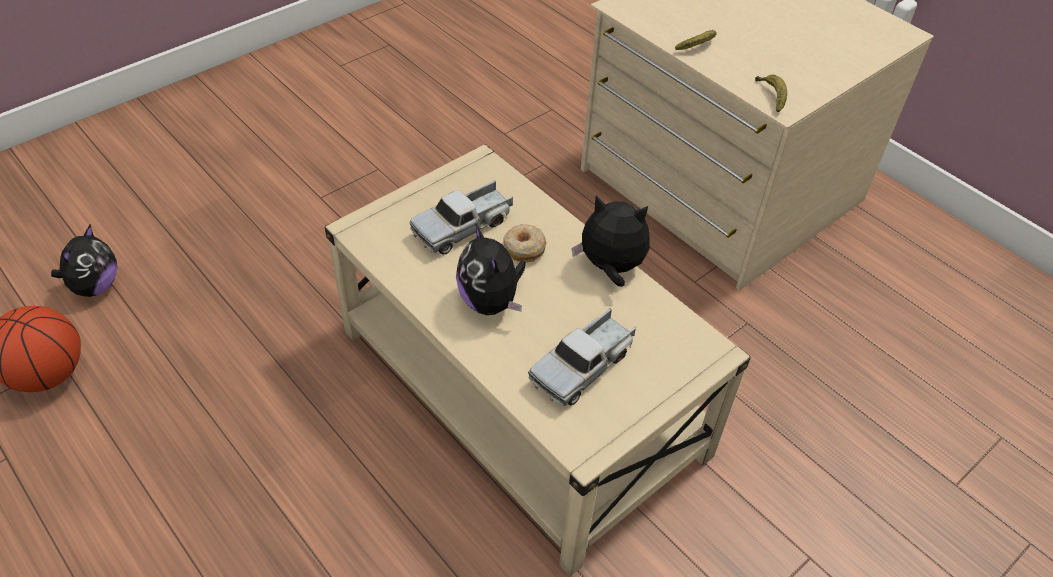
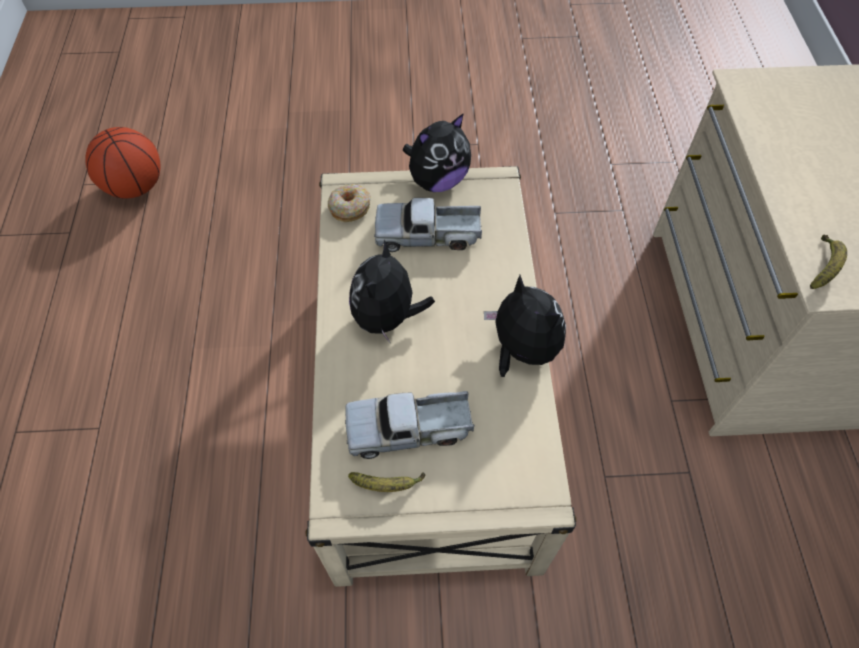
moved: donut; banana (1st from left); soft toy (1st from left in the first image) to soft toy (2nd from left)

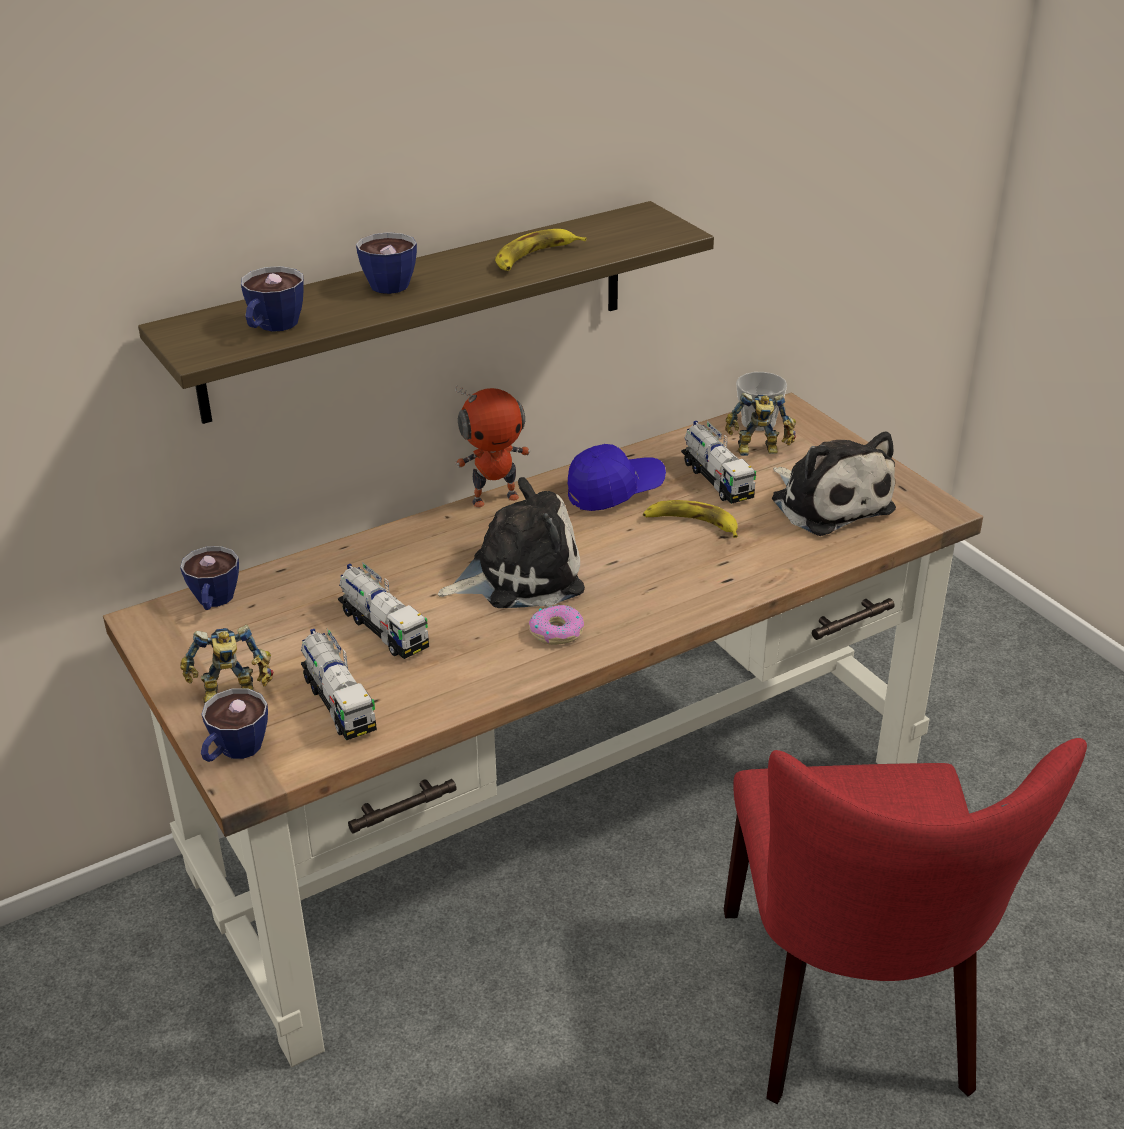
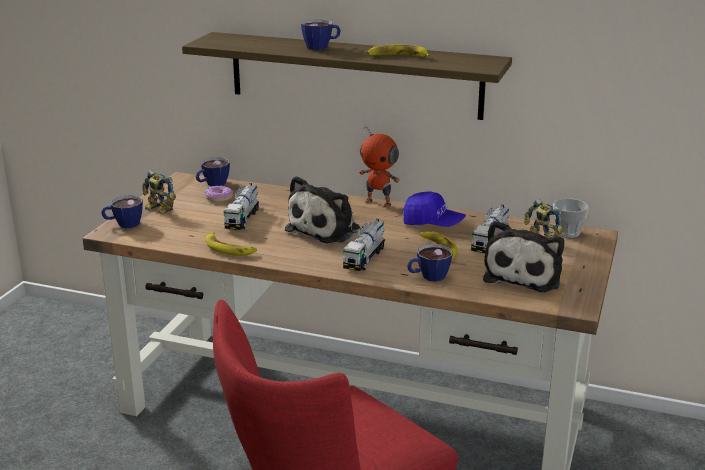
added: banana (1st from left)
moved: donut; toy lorry (1st from left in the first image) to toy lorry (2nd from left); drinking cup (3rd from left in the first image) to drinking cup (4th from left)
turned: soft toy (1st from left) 90 degrees clockwise

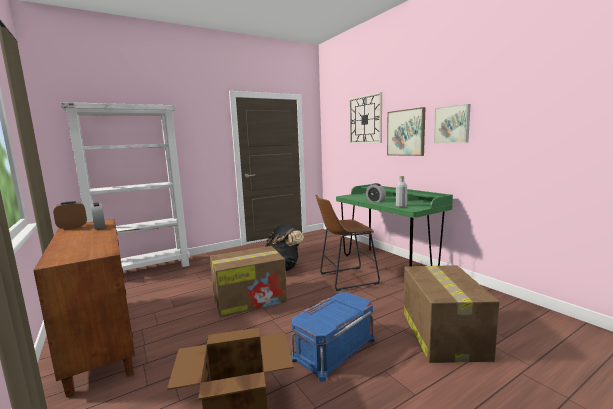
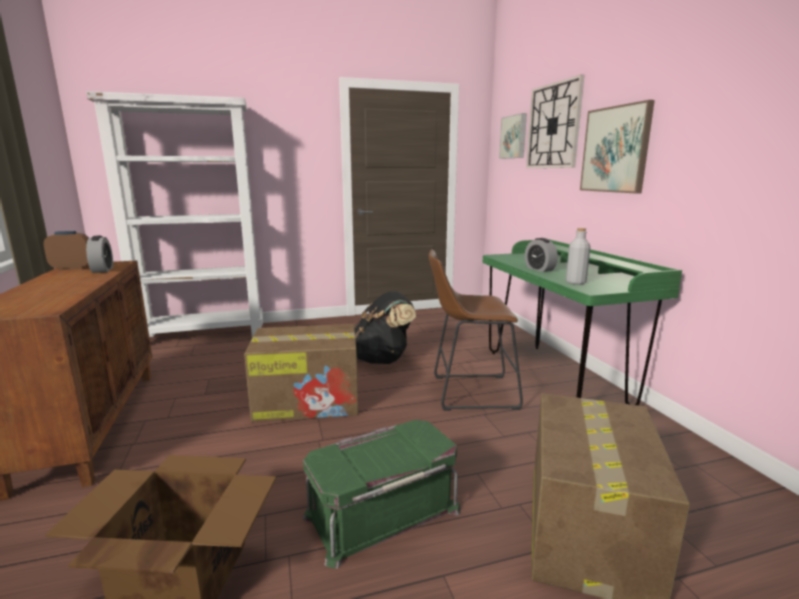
moved: wall art (2nd from left in the first image) to wall art (1st from left)
recoloured: bluish storage container to green-coloured storage container

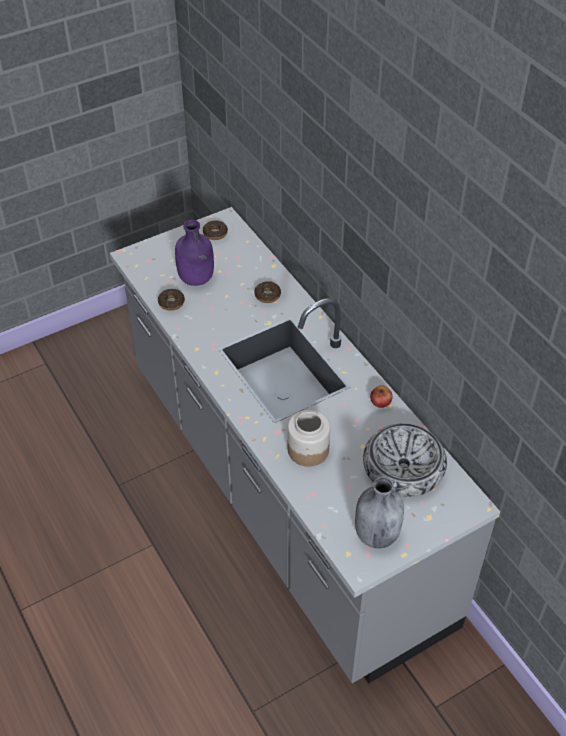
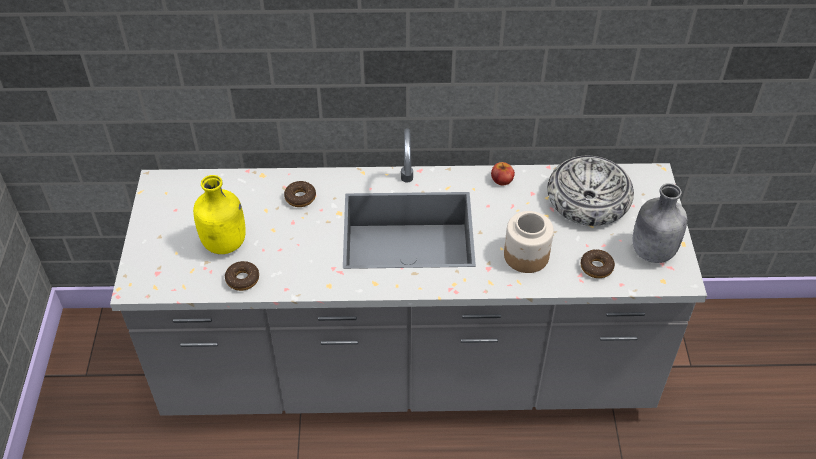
moved: donut (2nd from left in the first image) to donut (3rd from left)
recoloured: purple drink bottle to yellow-coloured drink bottle

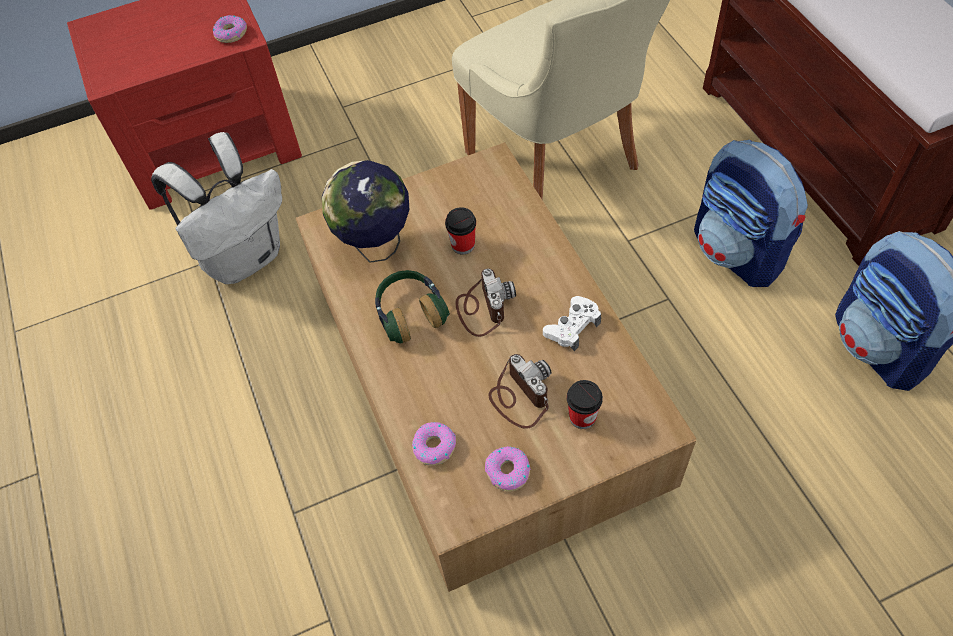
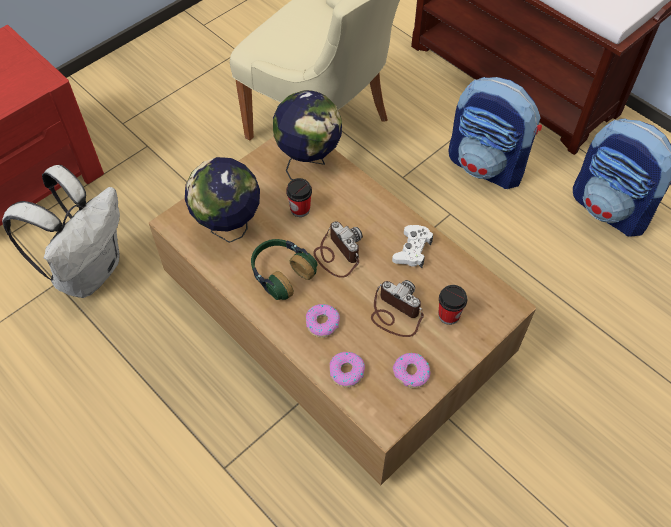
added: desk globe (2nd from left)
moved: donut (1st from left)

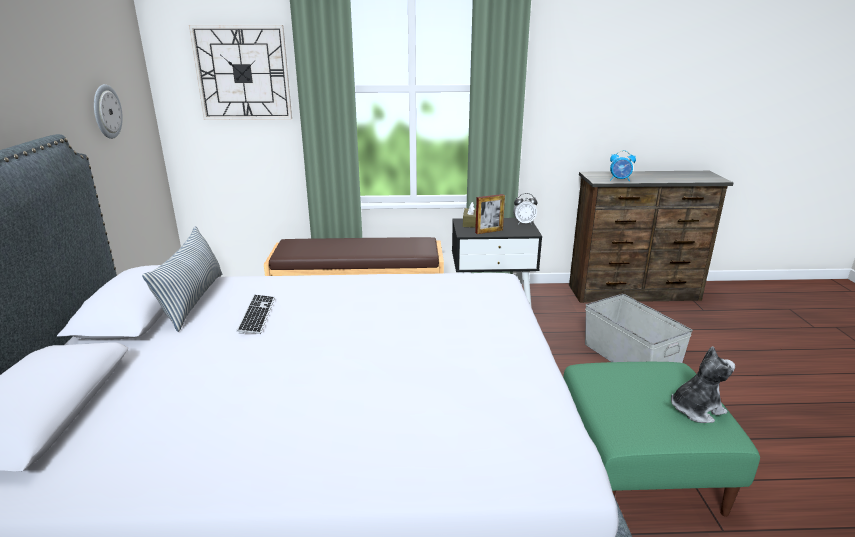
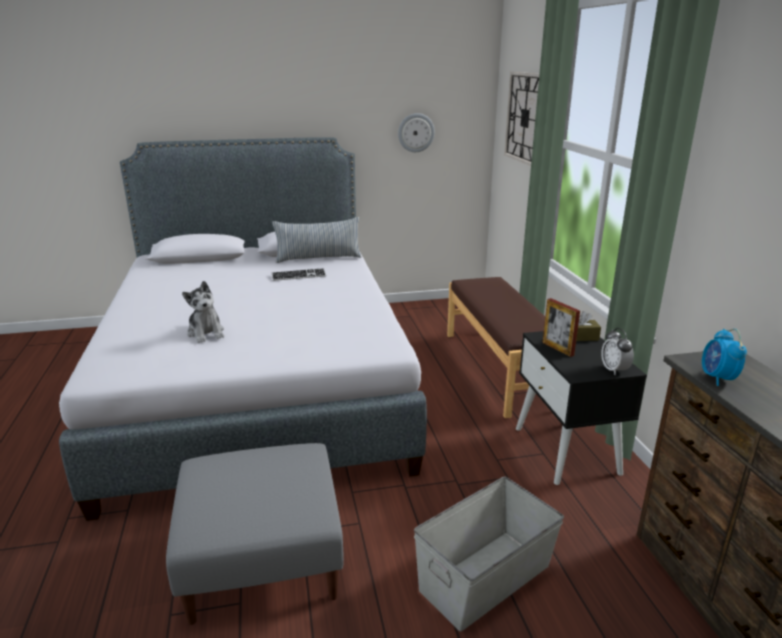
moved: soft toy
recoloured: green-coloured footrest to gray footrest

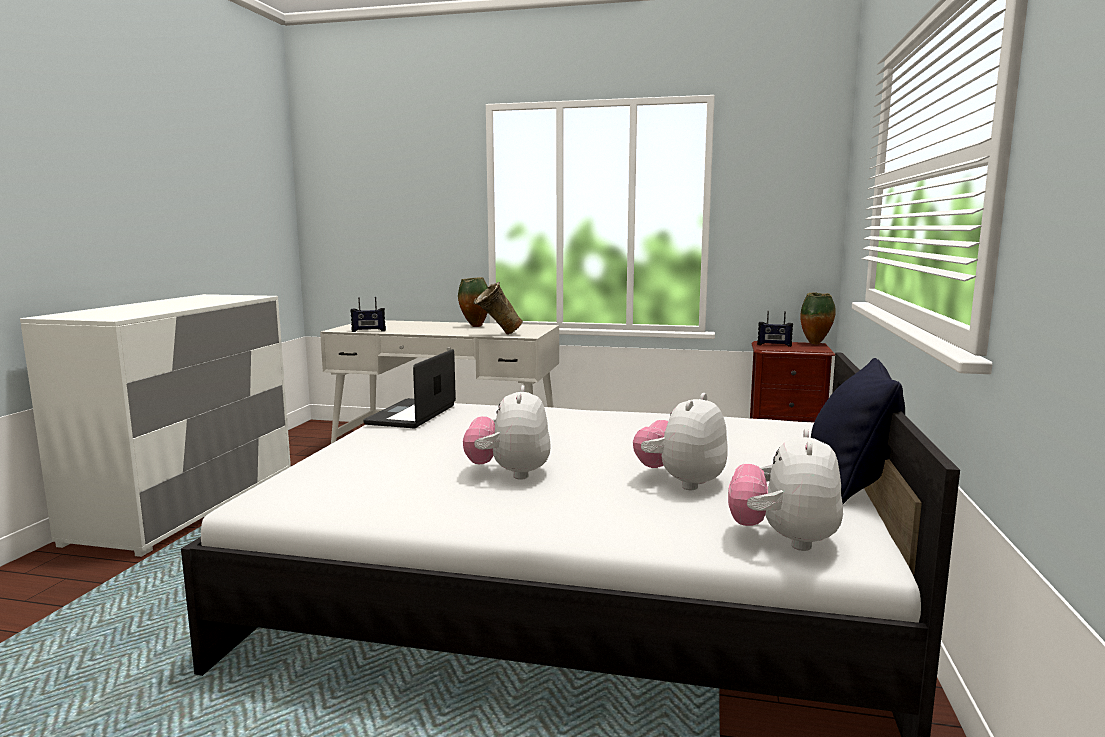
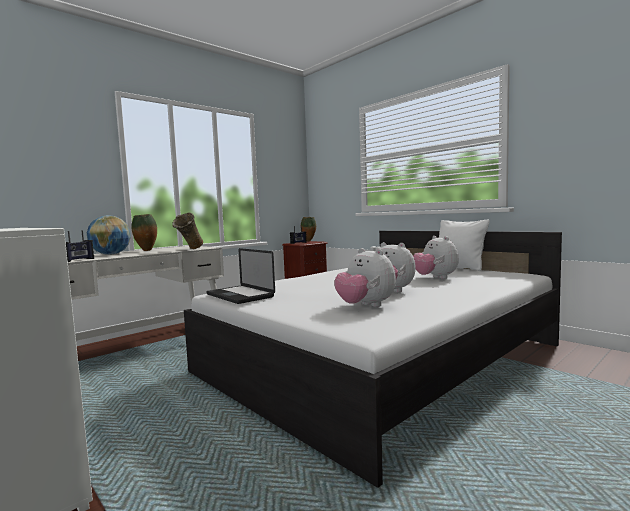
added: desk globe
moved: soft toy (3rd from left in the first image) to soft toy (1st from left)
recoloured: blackish cushion to white-coloured cushion

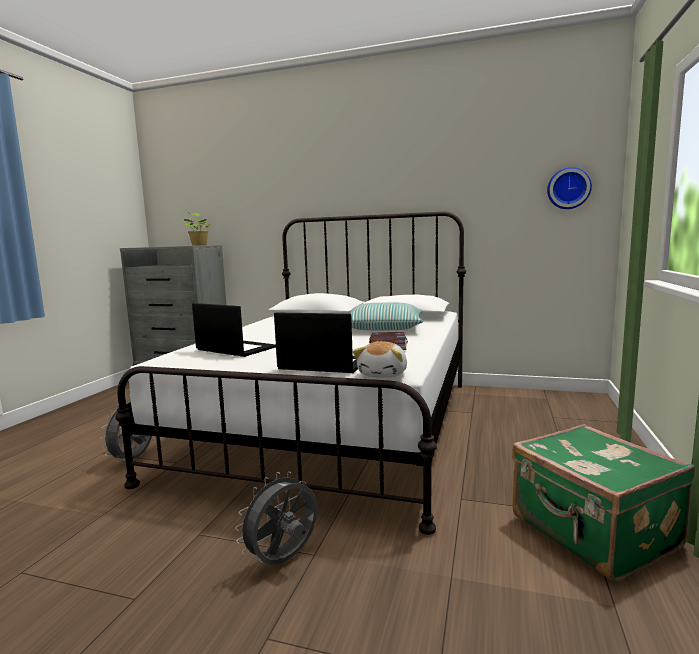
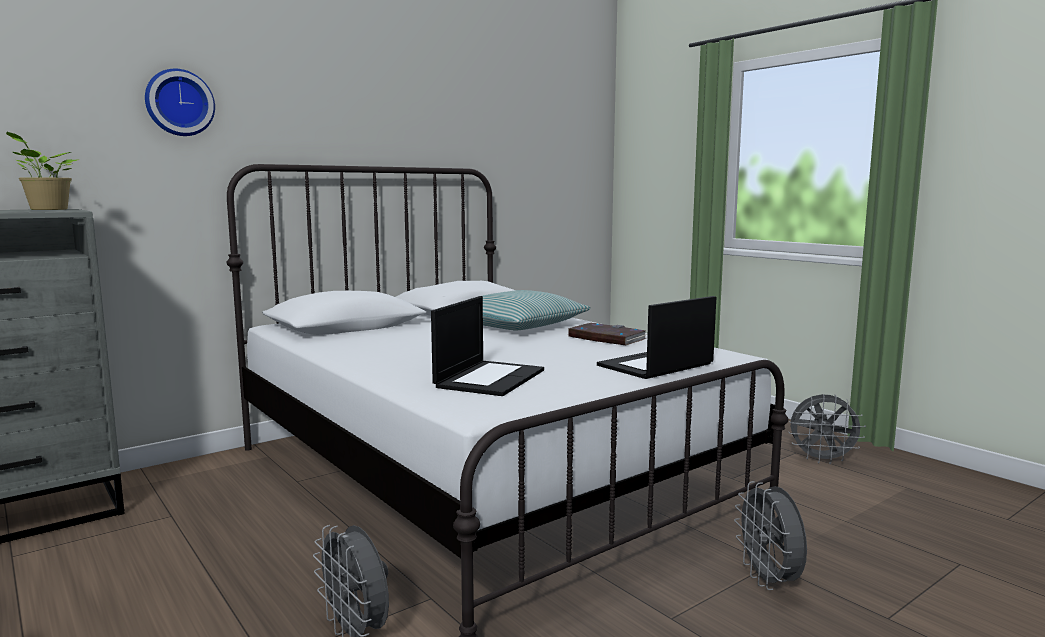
removed: soft toy
moved: clock on the wall
replaced: green-coloured travel case to gray fan (3rd from left)
turned: portable computer (1st from left) 135 degrees clockwise

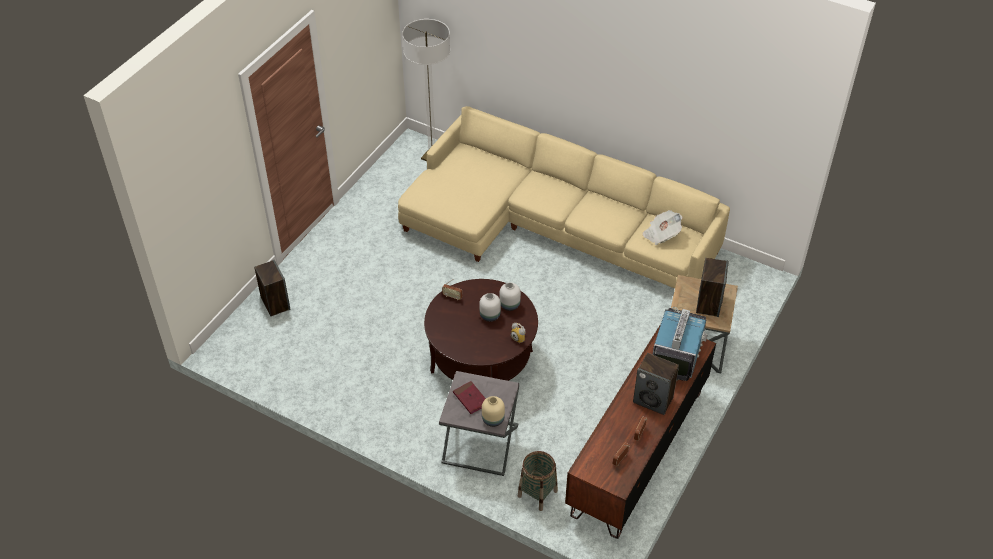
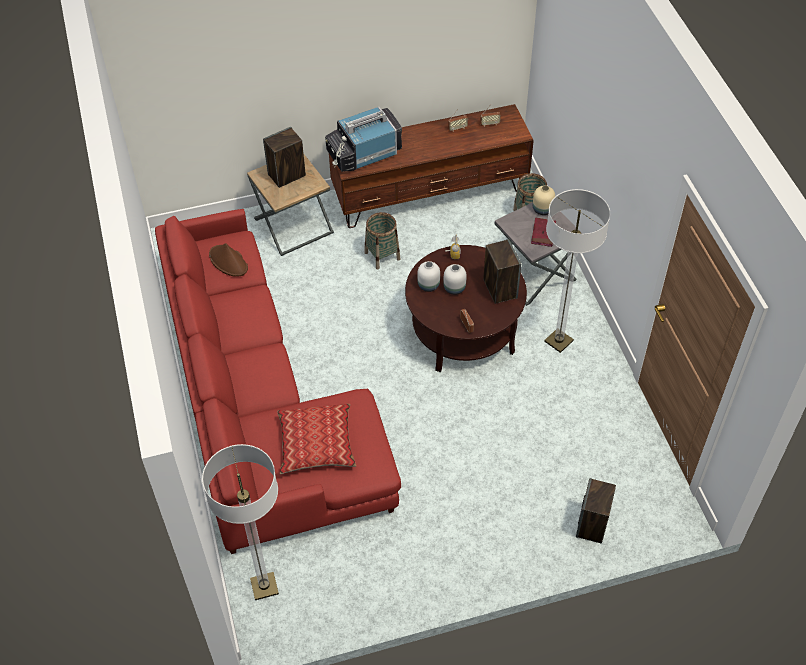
added: cushion; household basket (1st from left); floor lamp (2nd from left)
moved: loudspeaker (2nd from left)
replaced: newspaper to brownish clothing hat
recoloured: sand-coloured sofa to reddish sofa

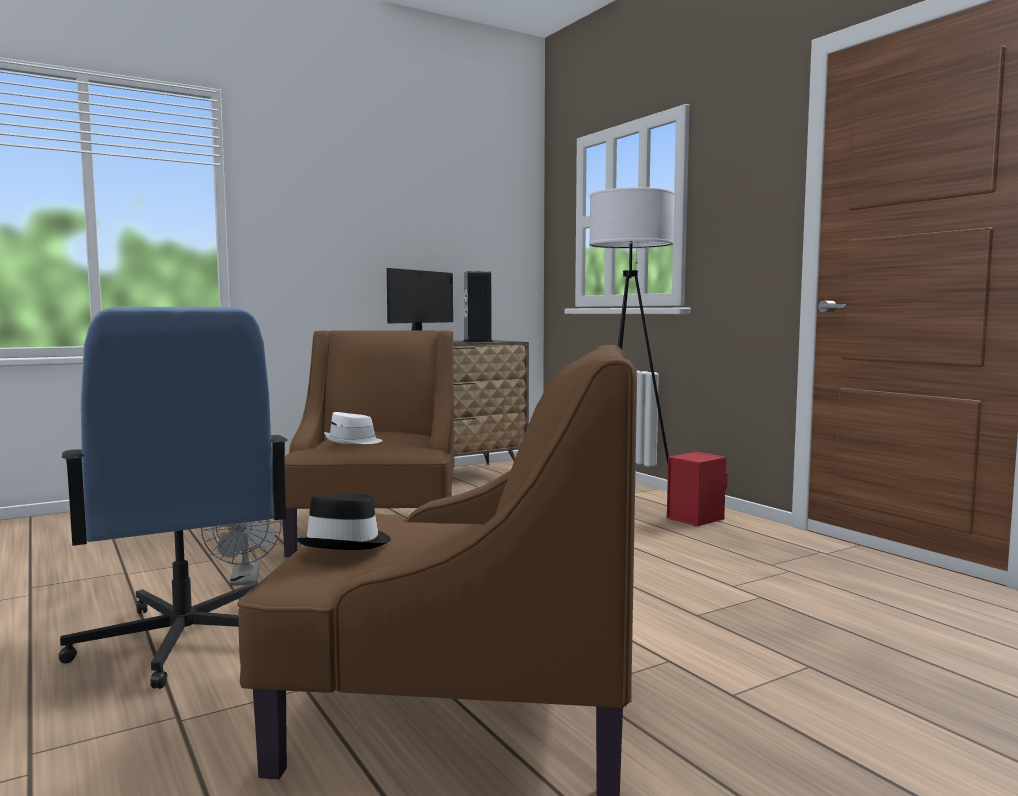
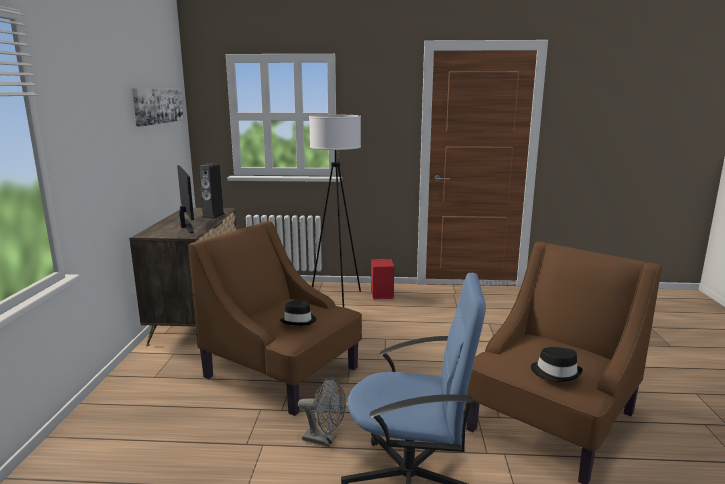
added: wall art
recoloured: white-coloured clothing hat to blackish clothing hat (1st from left)

